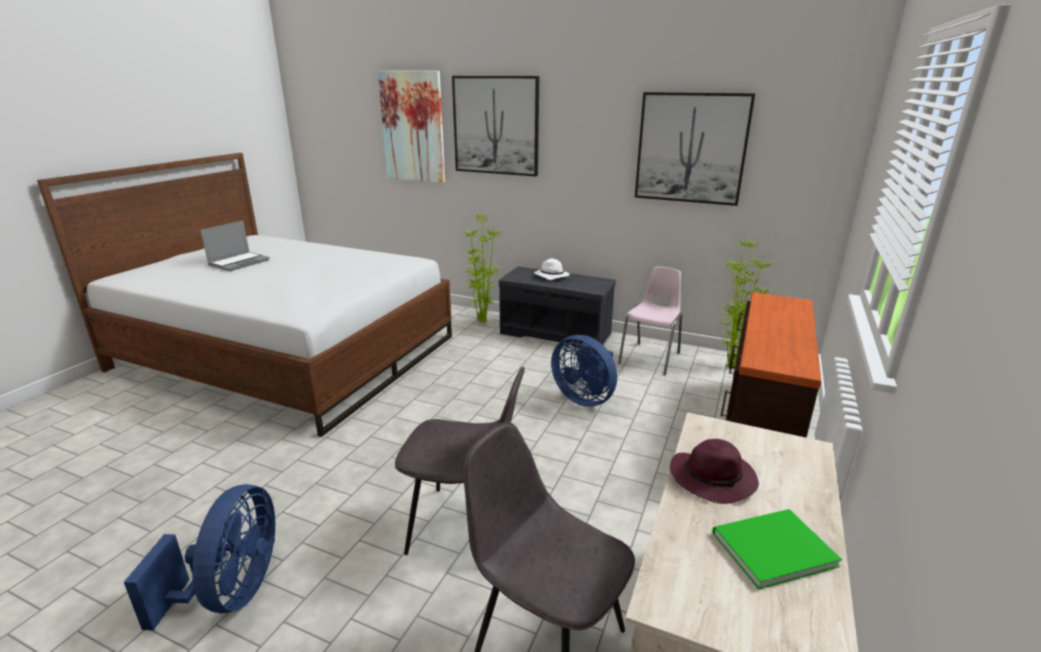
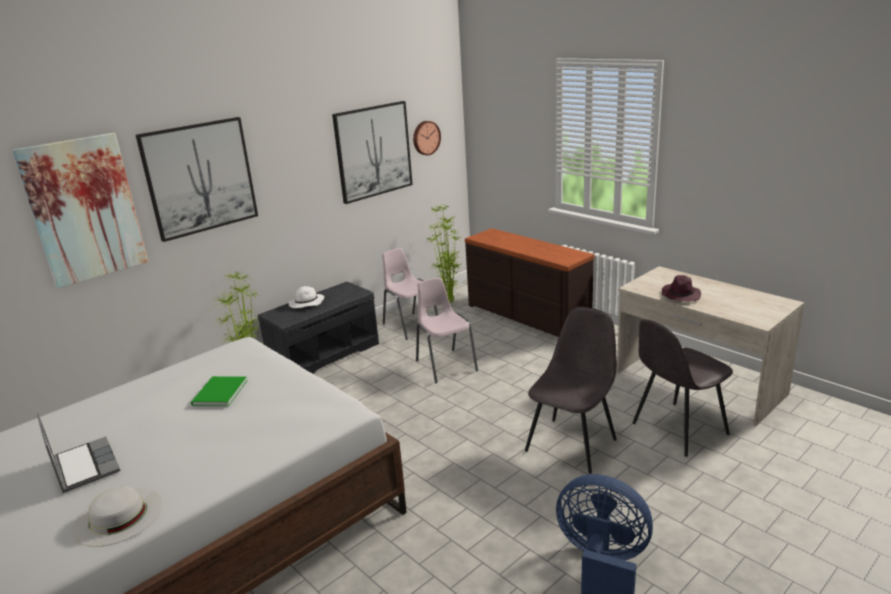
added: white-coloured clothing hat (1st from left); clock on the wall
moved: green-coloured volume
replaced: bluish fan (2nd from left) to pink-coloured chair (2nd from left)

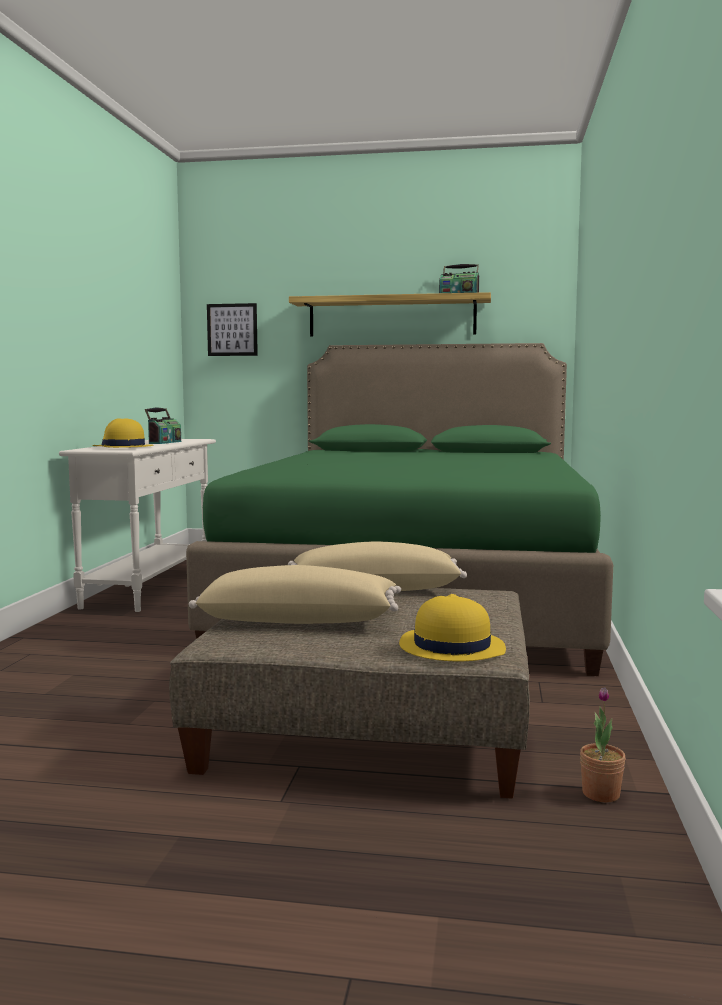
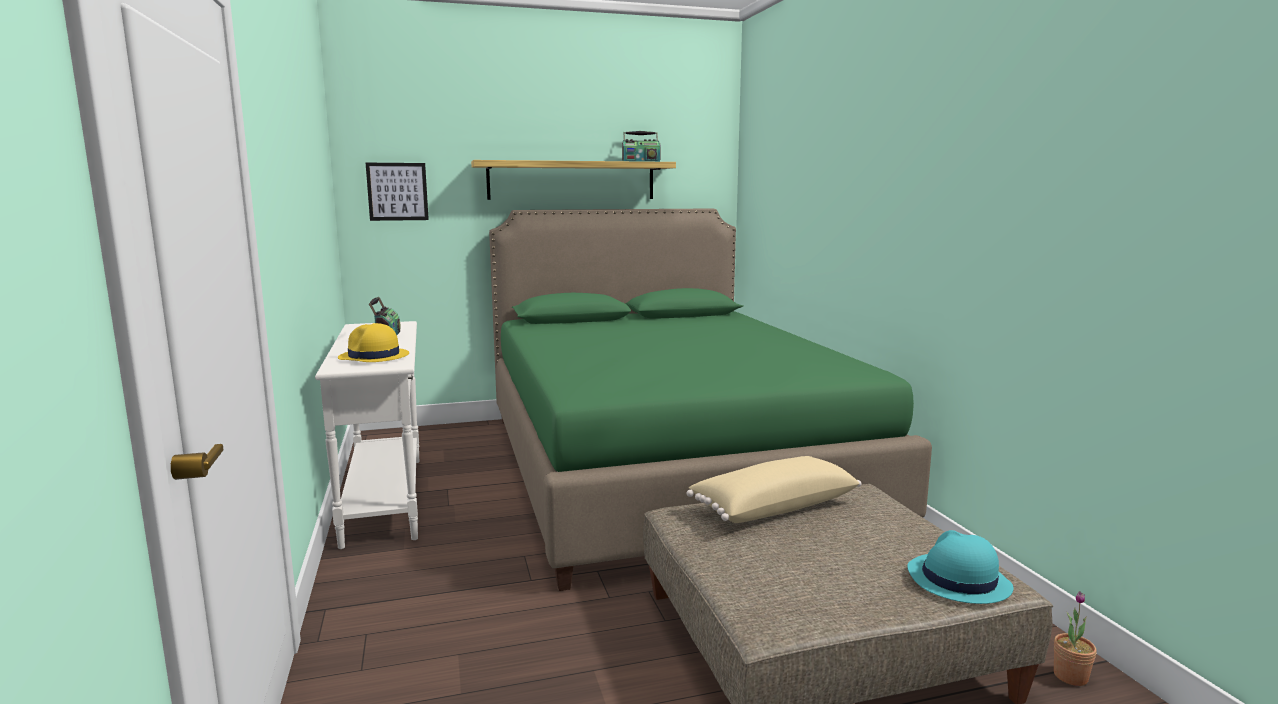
removed: sand-coloured cushion (1st from left)
recoloured: yellow-coloured clothing hat (2nd from left) to turquoise clothing hat

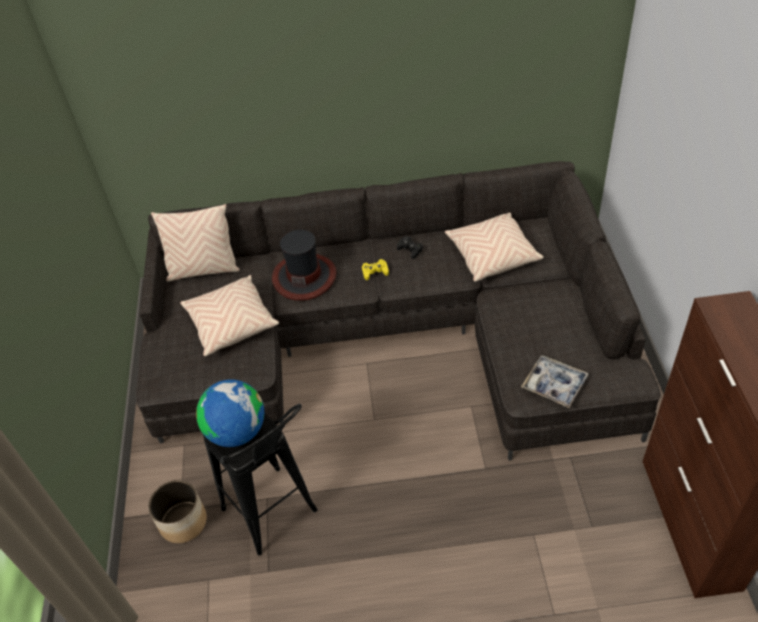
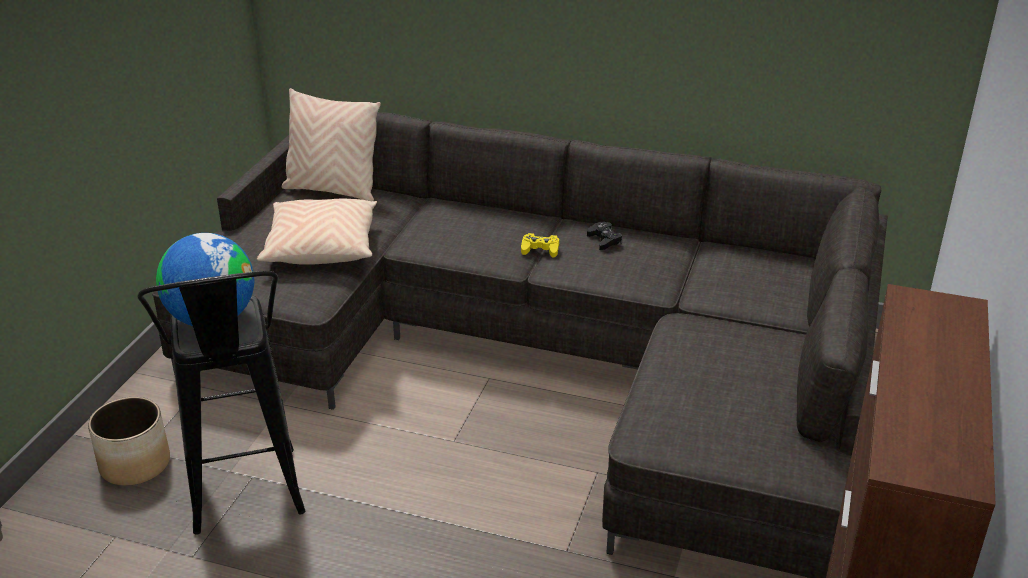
removed: clothing hat; sand-coloured cushion (3rd from left); serving tray

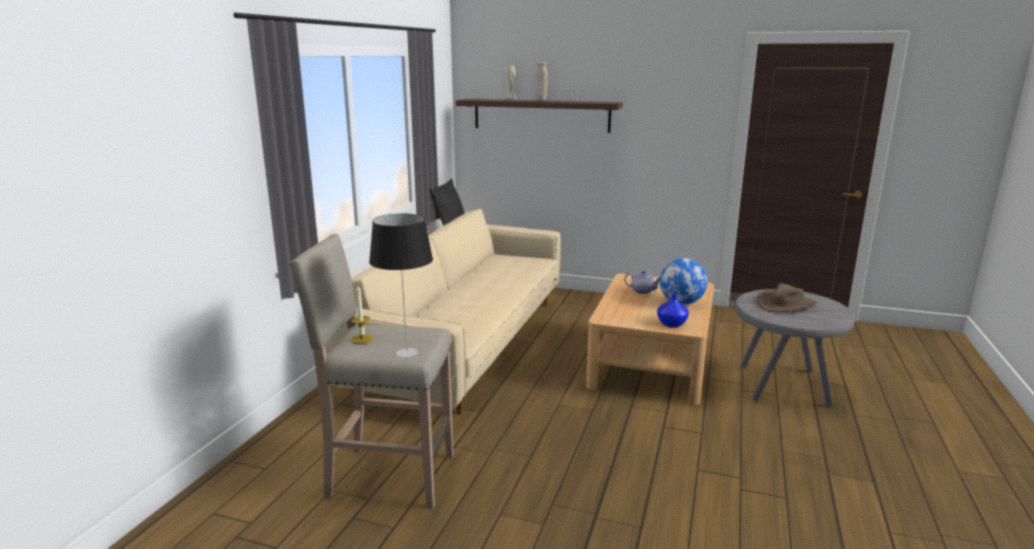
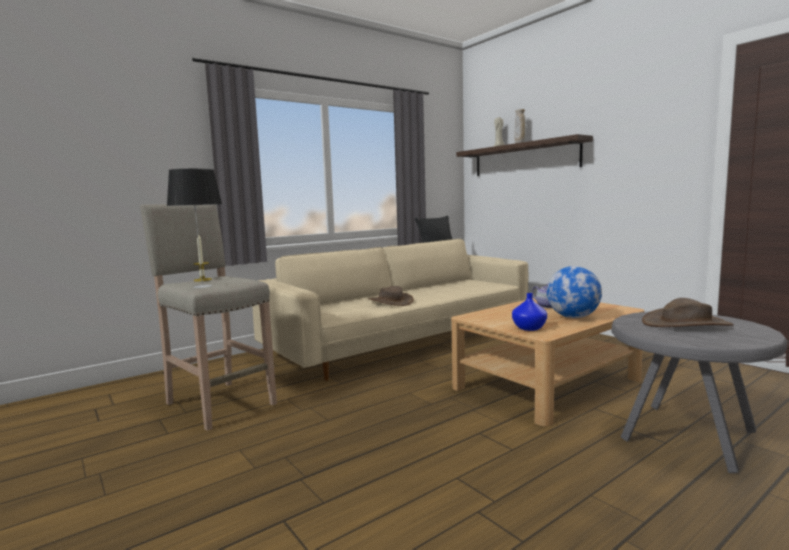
added: brownish clothing hat (1st from left)

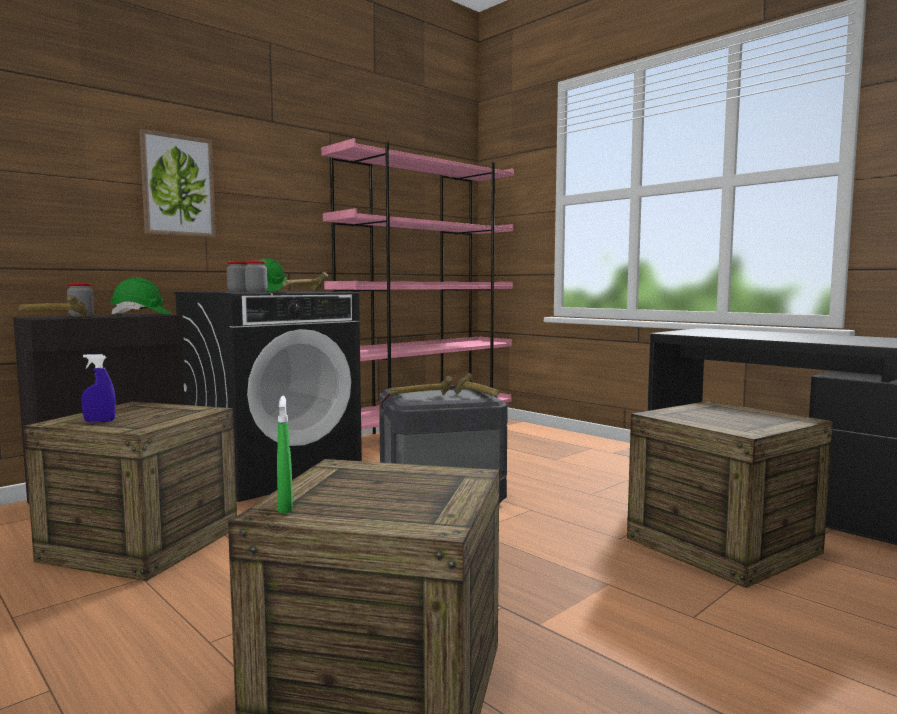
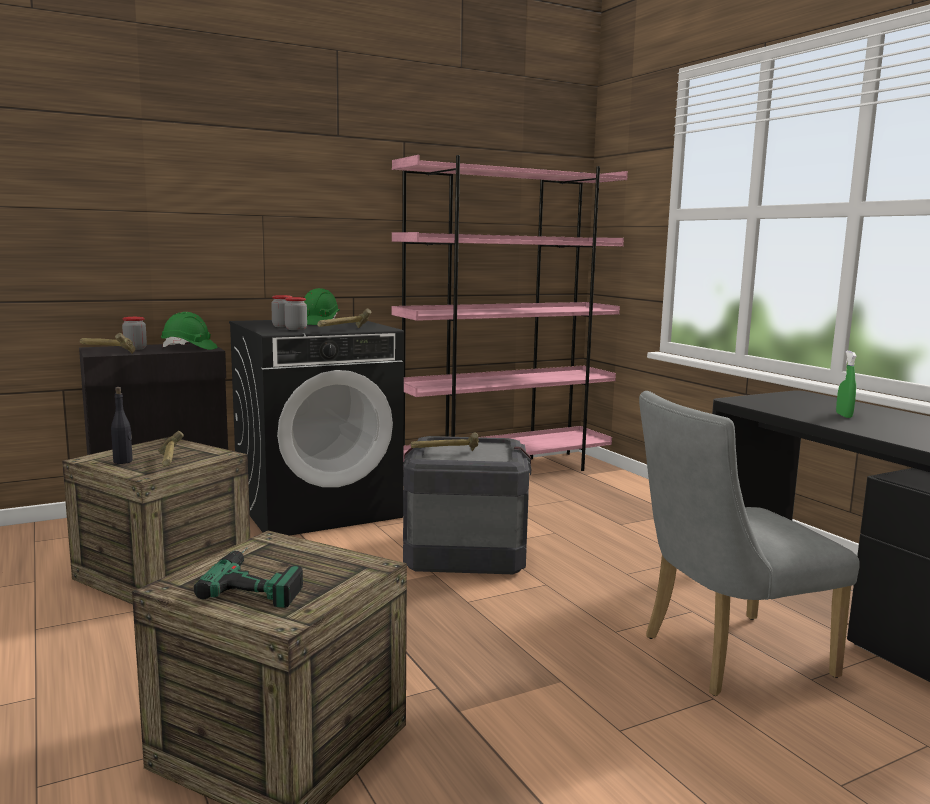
removed: wall art
added: electric drill
moved: tool hammer (4th from left in the first image) to tool hammer (2nd from left); green-coloured hand sprayer
replaced: bluish hand sprayer to blackish drink bottle; packing crate (4th from left) to gray chair

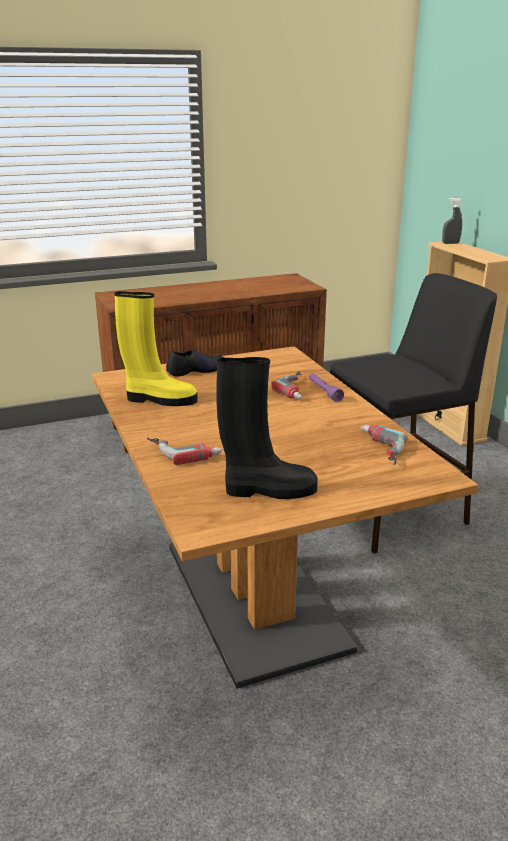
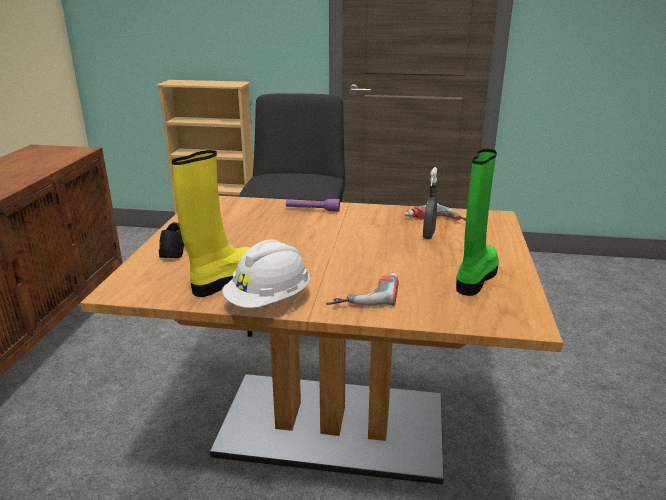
removed: electric drill (2nd from left)
added: white-coloured hard hat
moved: gray hand sprayer
recoloured: blackish boot to green-coloured boot

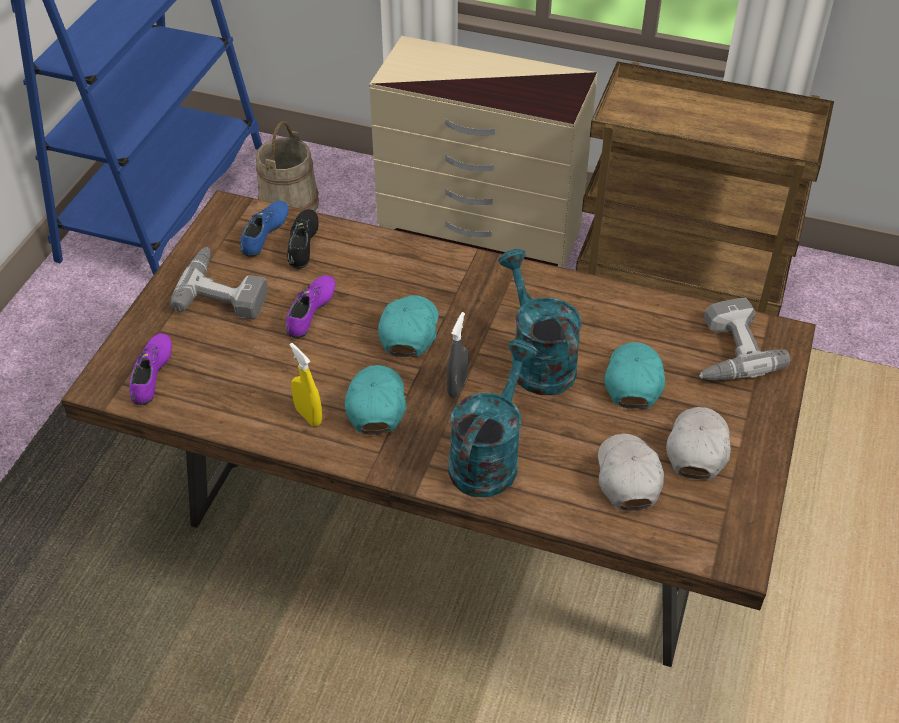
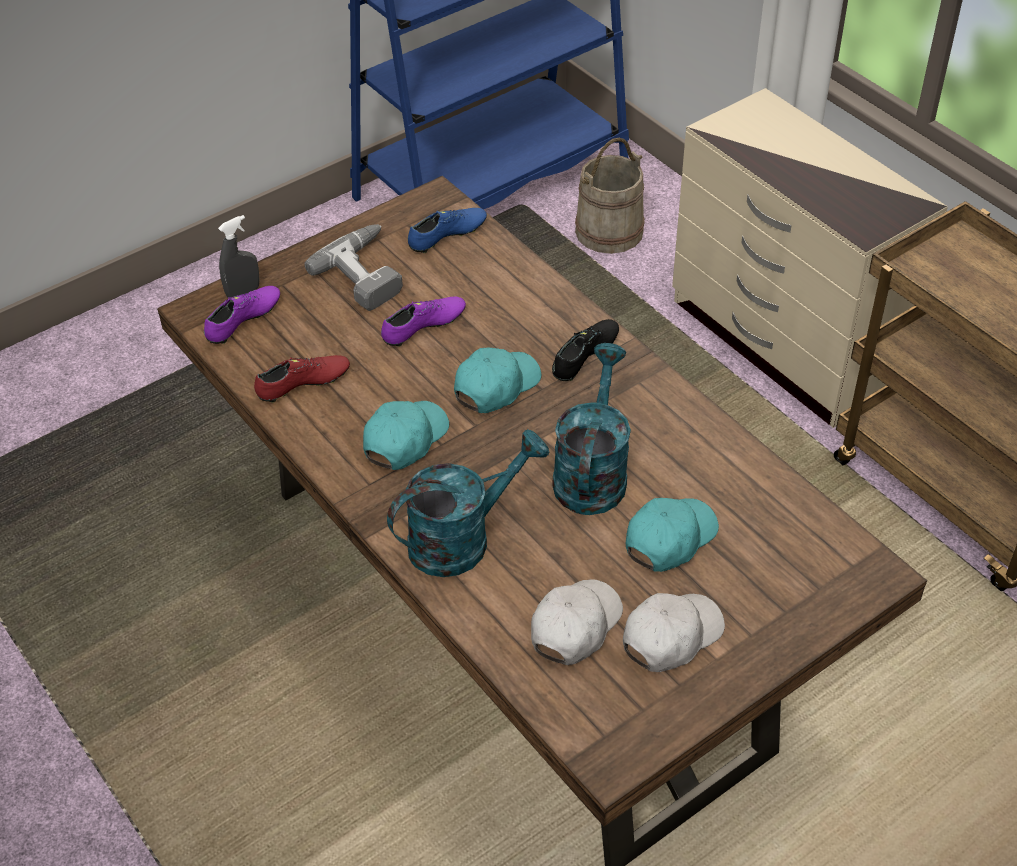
removed: yellow-coloured hand sprayer; electric drill (2nd from left)
added: reddish item of footwear
moved: gray hand sprayer; blackish item of footwear

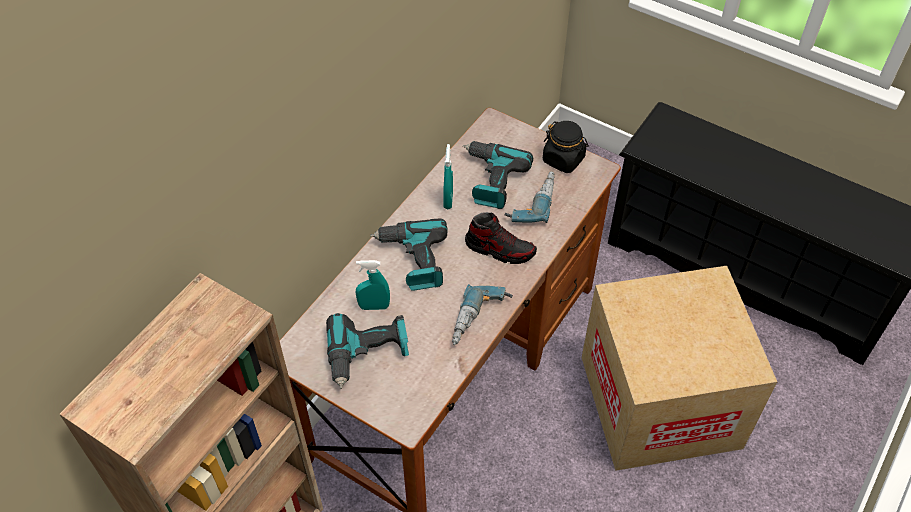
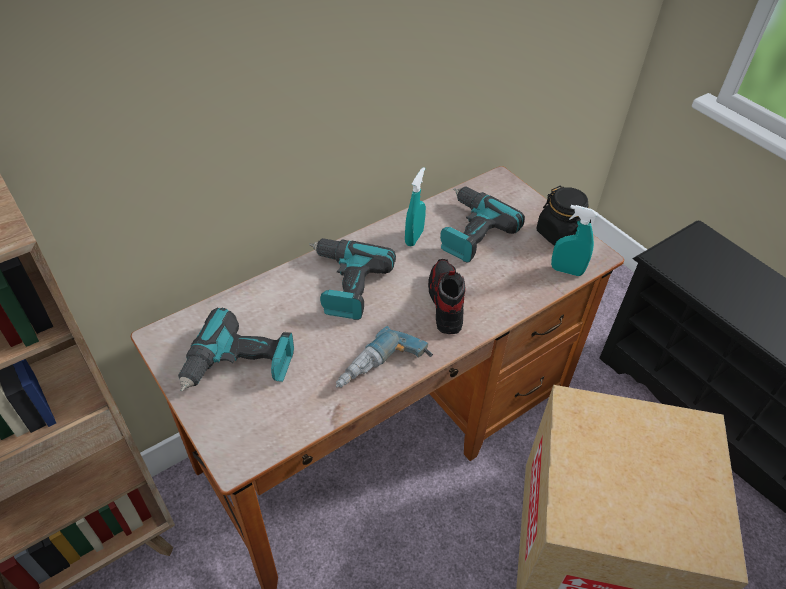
removed: electric drill (5th from left)
moved: turquoise hand sprayer (1st from left in the first image) to turquoise hand sprayer (2nd from left)
turned: item of footwear 135 degrees counterclockwise

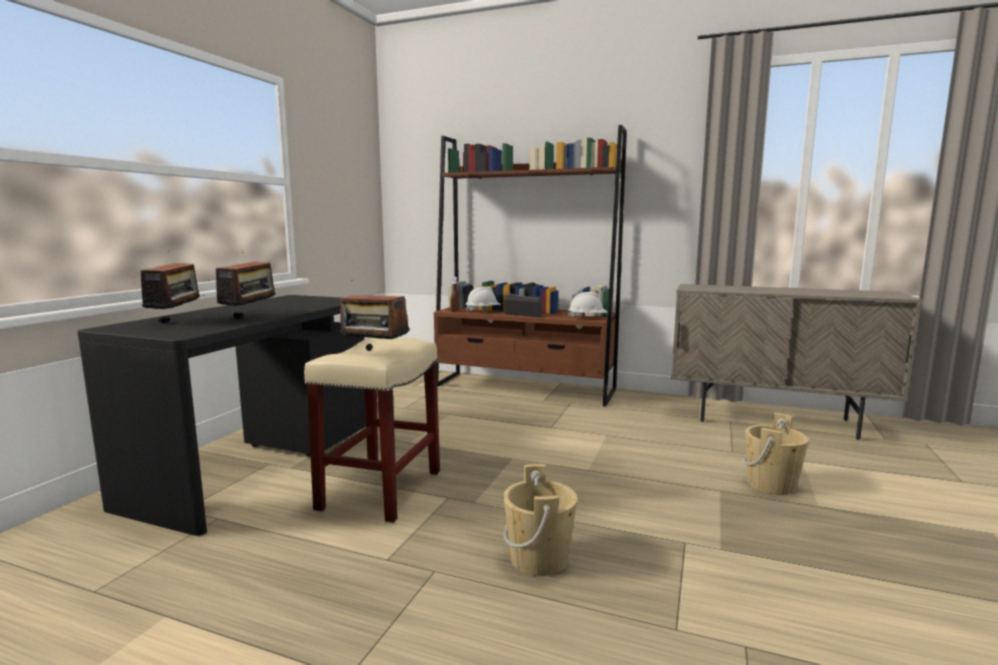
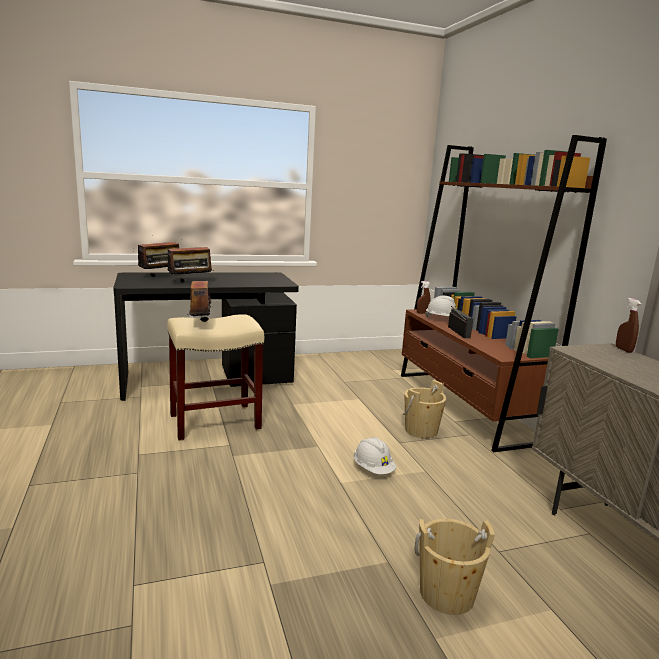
added: brownish hand sprayer (2nd from left)
moved: white-coloured hard hat (2nd from left in the first image) to white-coloured hard hat (1st from left); sand-coloured water bucket (1st from left)

